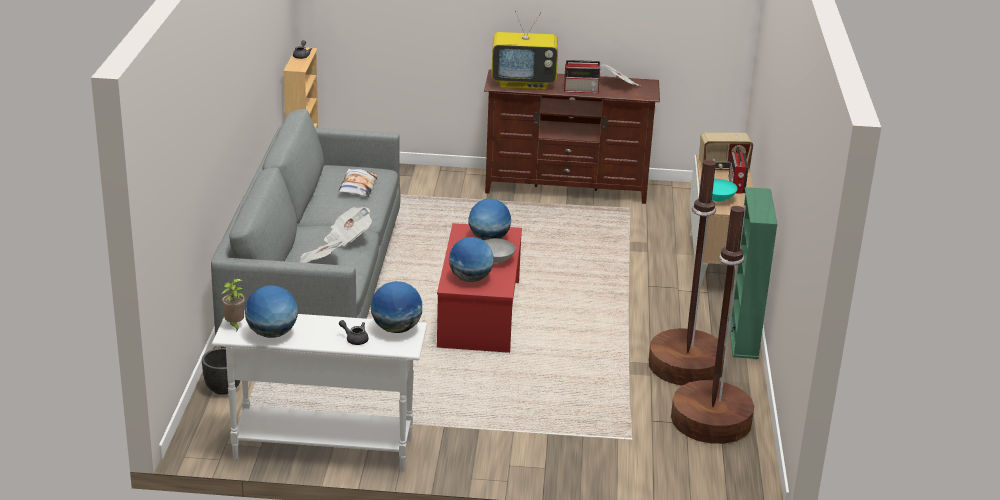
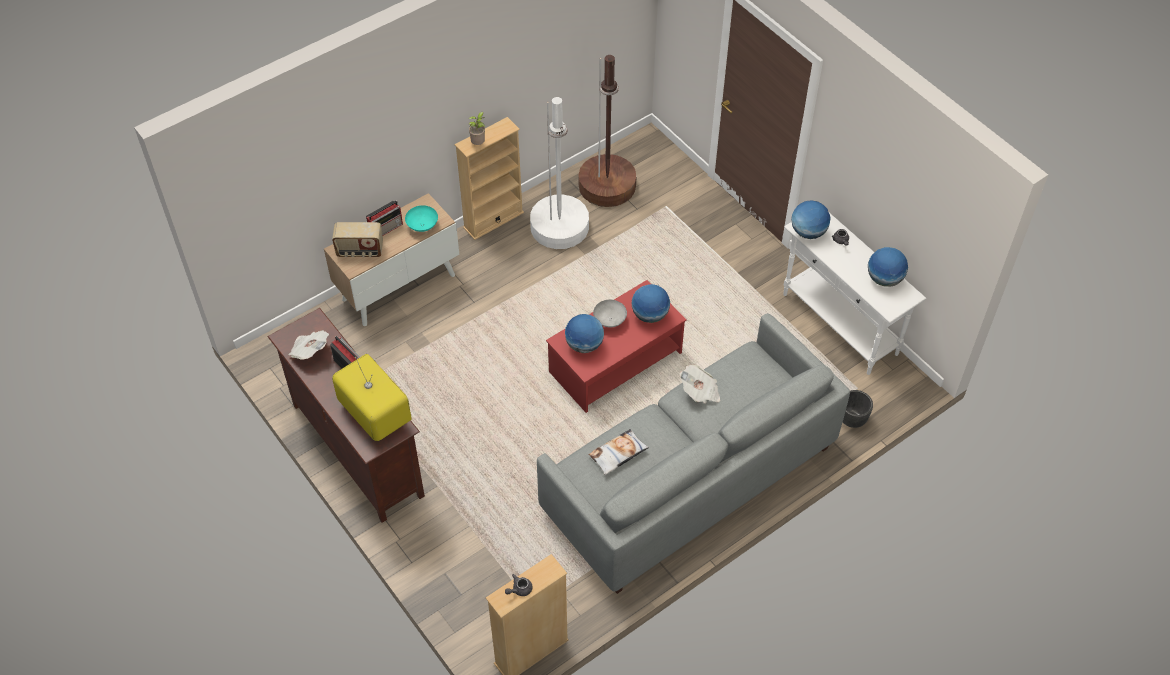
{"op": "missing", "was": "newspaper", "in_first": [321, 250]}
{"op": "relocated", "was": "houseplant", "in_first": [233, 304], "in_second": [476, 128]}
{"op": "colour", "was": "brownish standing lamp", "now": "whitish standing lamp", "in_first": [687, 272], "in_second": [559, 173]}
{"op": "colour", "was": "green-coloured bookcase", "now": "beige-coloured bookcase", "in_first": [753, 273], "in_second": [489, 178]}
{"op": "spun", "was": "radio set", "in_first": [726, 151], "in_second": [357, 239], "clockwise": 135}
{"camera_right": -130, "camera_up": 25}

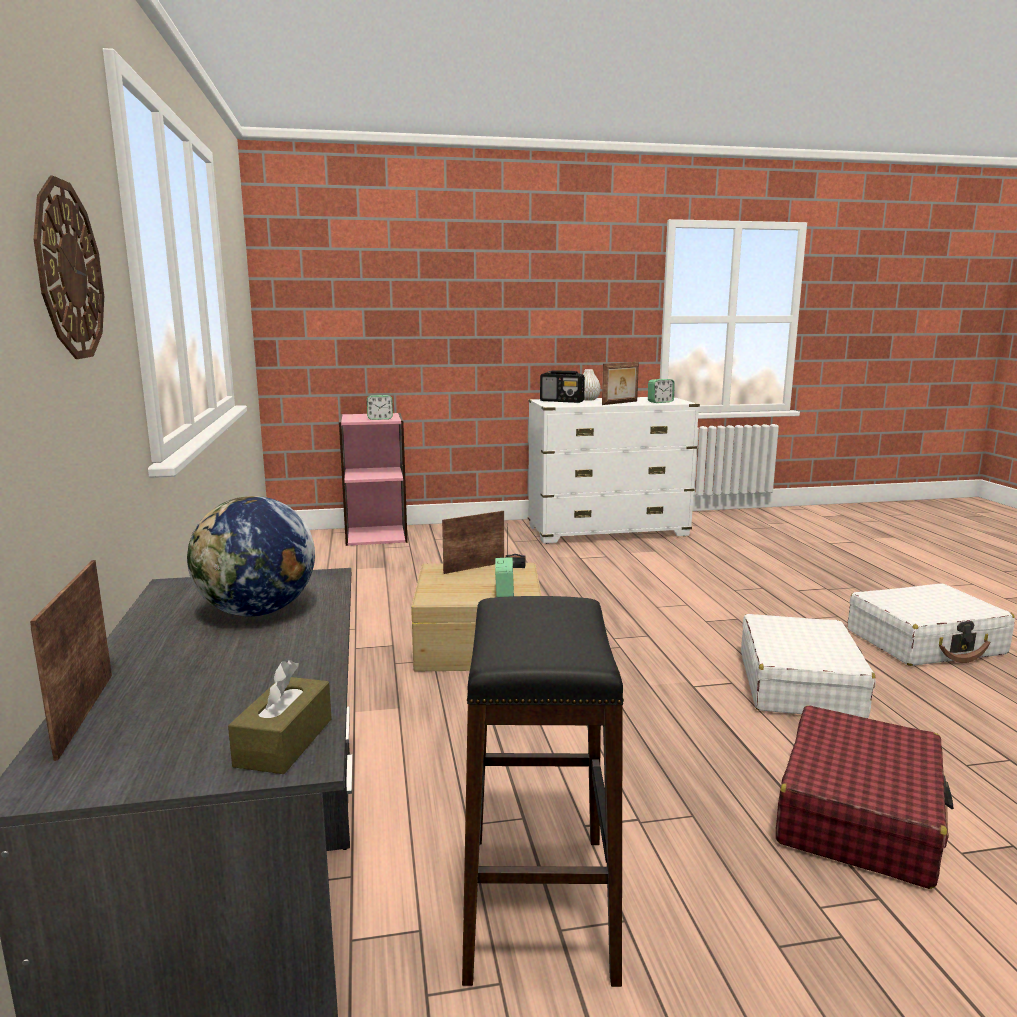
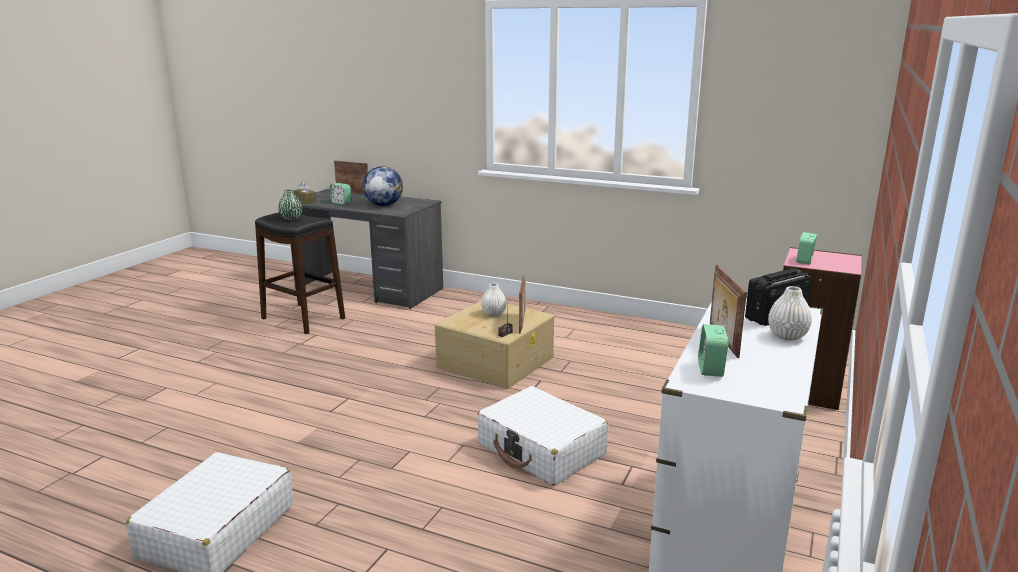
{"op": "missing", "was": "clock on the wall", "in_first": [69, 267]}
{"op": "missing", "was": "reddish piece of luggage", "in_first": [865, 797]}
{"op": "appeared", "now": "green-coloured flower vase", "in_second": [290, 204]}
{"op": "appeared", "now": "whitish flower vase", "in_second": [493, 300]}
{"op": "relocated", "was": "table clock", "in_first": [504, 577], "in_second": [340, 194]}
{"op": "relocated", "was": "whitish piece of luggage", "in_first": [808, 666], "in_second": [542, 436]}
{"camera_right": 125, "camera_up": 5}

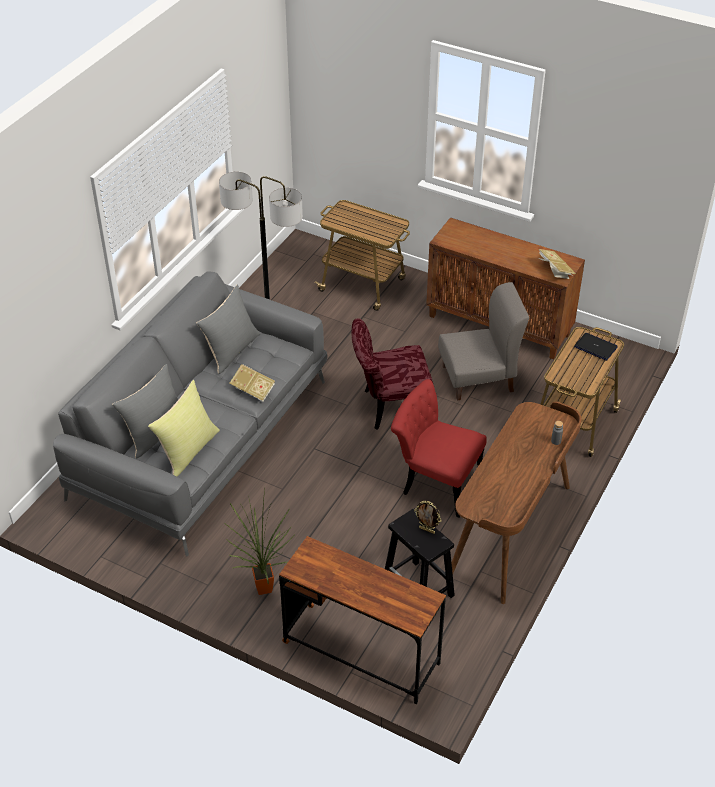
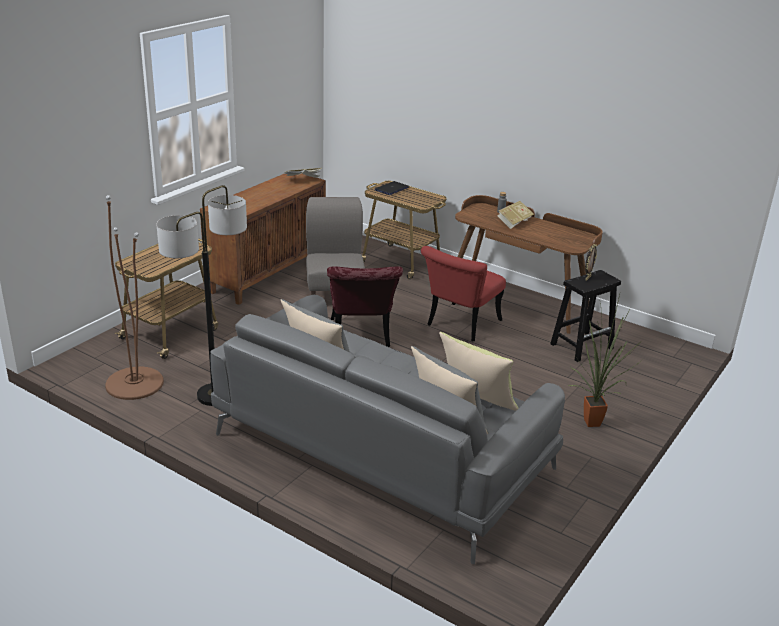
{"op": "missing", "was": "brownish desk table", "in_first": [362, 620]}
{"op": "appeared", "now": "brownish standing lamp", "in_second": [134, 297]}
{"op": "relocated", "was": "bound book", "in_first": [252, 383], "in_second": [515, 215]}
{"camera_right": -85, "camera_up": -15}

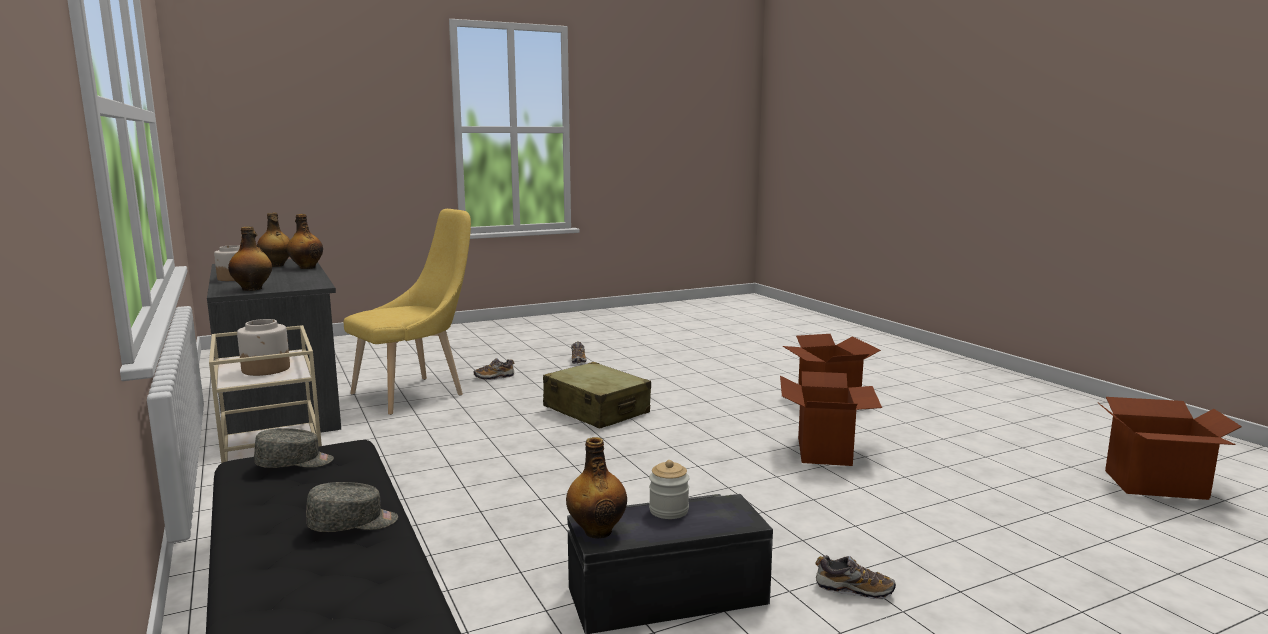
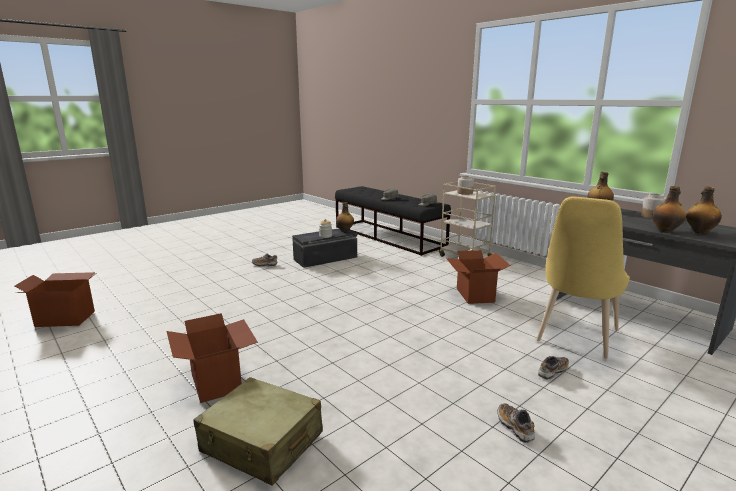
{"op": "relocated", "was": "beige-coloured piece of luggage", "in_first": [597, 395], "in_second": [258, 431]}
{"op": "relocated", "was": "carton", "in_first": [831, 418], "in_second": [478, 277]}
{"camera_right": 165, "camera_up": 5}

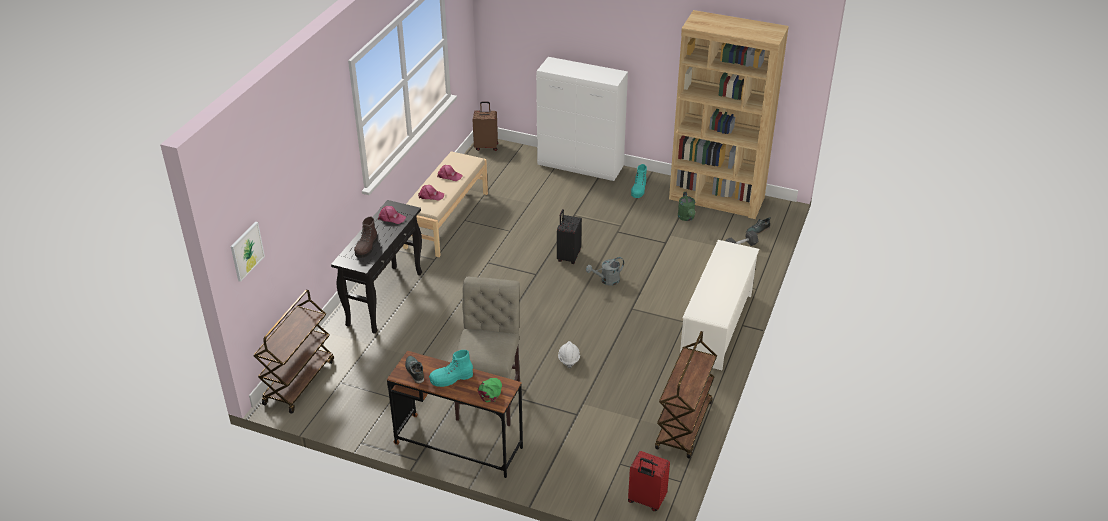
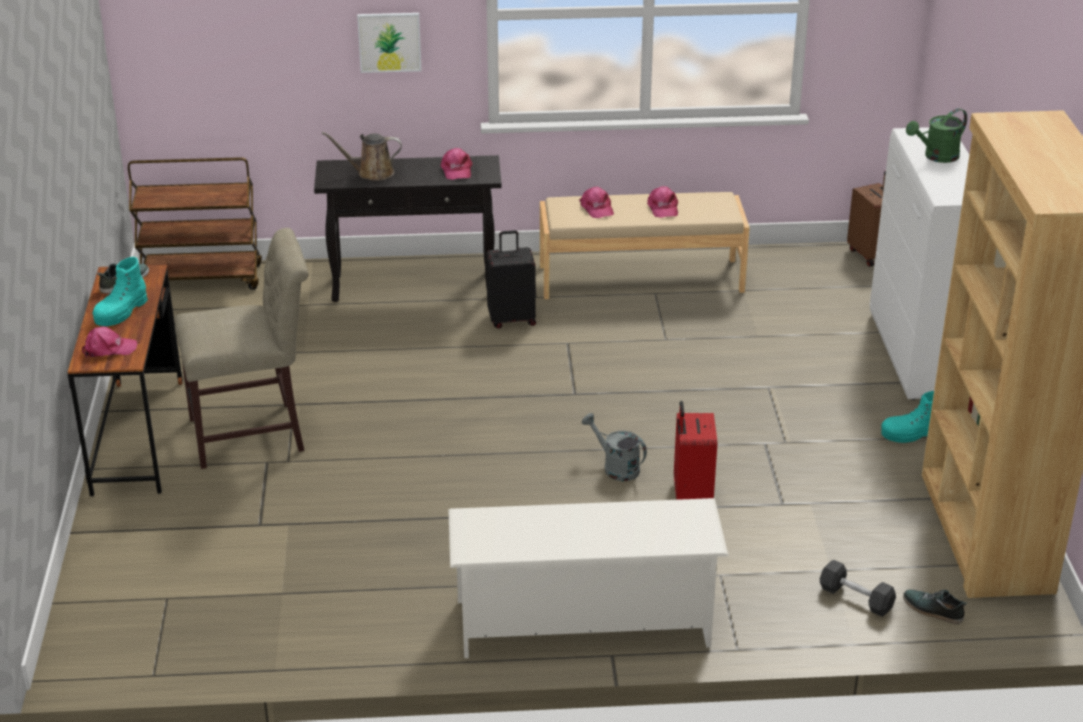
{"op": "missing", "was": "whitish safety helmet", "in_first": [569, 354]}
{"op": "missing", "was": "brownish trolley", "in_first": [686, 395]}
{"op": "relocated", "was": "picture", "in_first": [248, 252], "in_second": [389, 43]}
{"op": "relocated", "was": "black piece of luggage", "in_first": [569, 236], "in_second": [511, 279]}
{"op": "relocated", "was": "reddish piece of luggage", "in_first": [649, 481], "in_second": [695, 450]}
{"op": "relocated", "was": "green-coloured watering can", "in_first": [686, 206], "in_second": [936, 135]}
{"op": "exchanged", "was": "brownish boot", "now": "brownish watering can", "in_first": [366, 237], "in_second": [362, 156]}
{"op": "colour", "was": "green-coloured baseball cap", "now": "pinkish baseball cap", "in_first": [489, 390], "in_second": [109, 342]}
{"op": "spun", "was": "blue-green boot", "in_first": [451, 368], "in_second": [120, 291], "clockwise": -105}
{"camera_right": 65, "camera_up": -5}

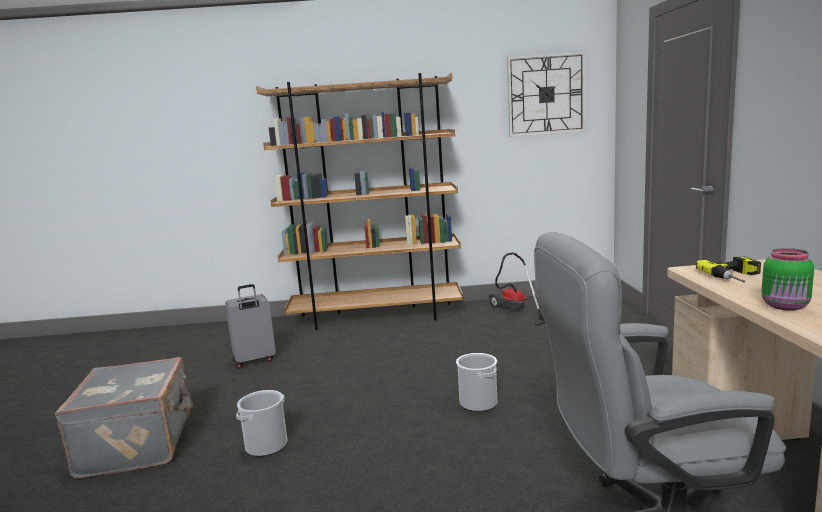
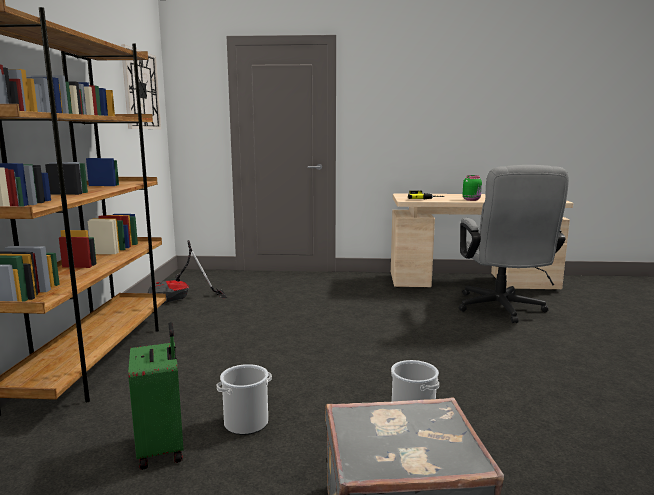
{"op": "relocated", "was": "water bucket", "in_first": [476, 382], "in_second": [244, 399]}
{"op": "colour", "was": "grey piece of luggage", "now": "green-coloured piece of luggage", "in_first": [250, 326], "in_second": [156, 396]}
{"camera_right": -85, "camera_up": 0}

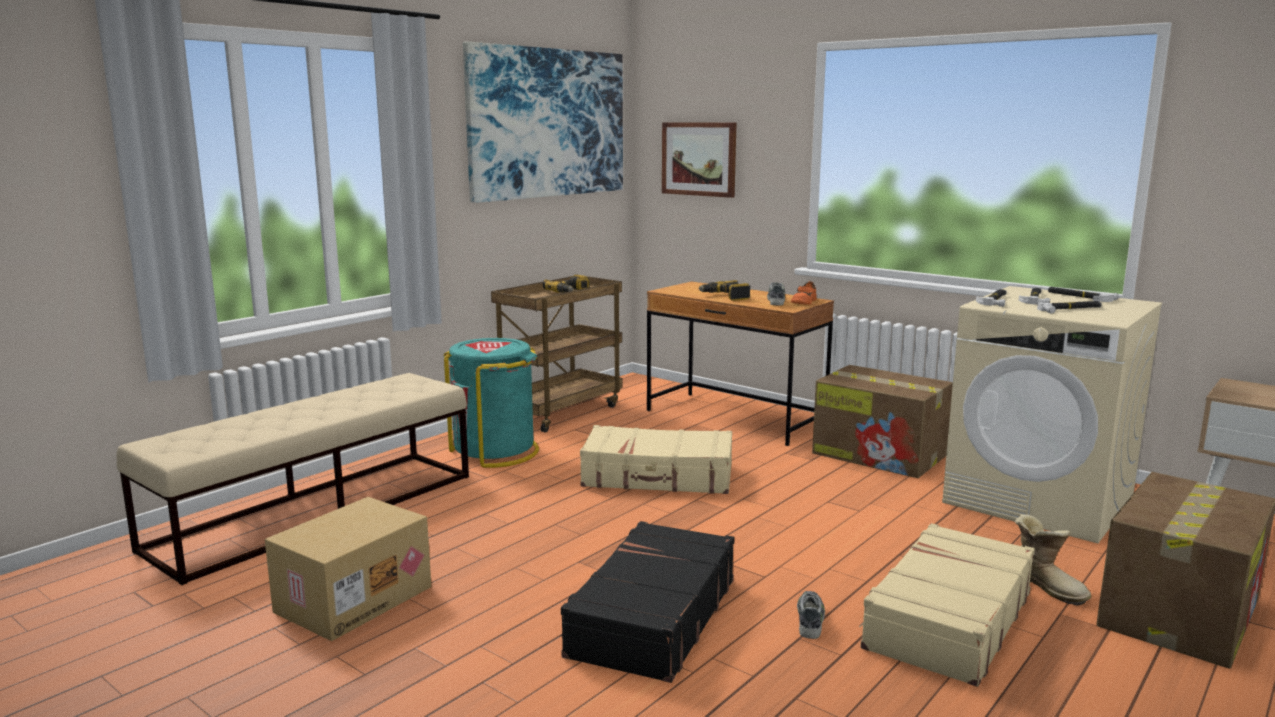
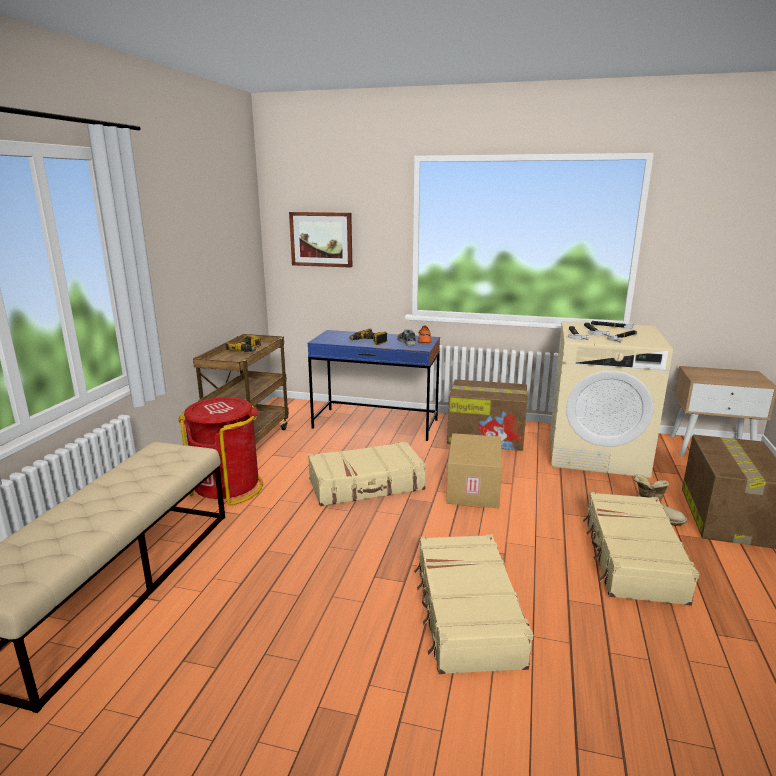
{"op": "missing", "was": "picture", "in_first": [543, 122]}
{"op": "missing", "was": "low shoe", "in_first": [811, 615]}
{"op": "relocated", "was": "carton", "in_first": [348, 569], "in_second": [474, 470]}
{"op": "colour", "was": "blue-green trash can", "now": "reddish trash can", "in_first": [491, 403], "in_second": [221, 451]}
{"op": "colour", "was": "black piece of luggage", "now": "beige-coloured piece of luggage", "in_first": [647, 602], "in_second": [473, 604]}
{"op": "colour", "was": "brownish desk table", "now": "blue-coloured desk table", "in_first": [740, 363], "in_second": [373, 385]}
{"camera_right": -25, "camera_up": 5}

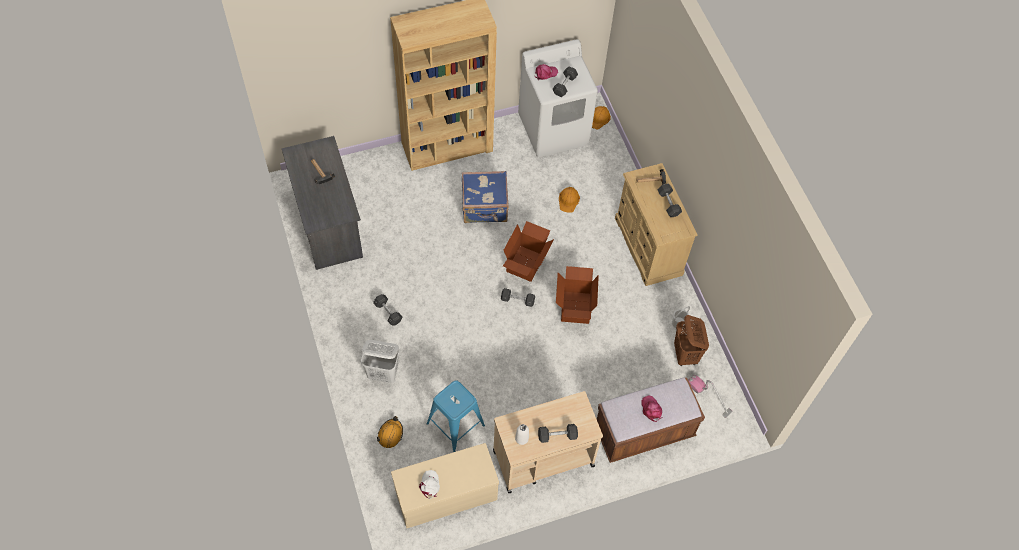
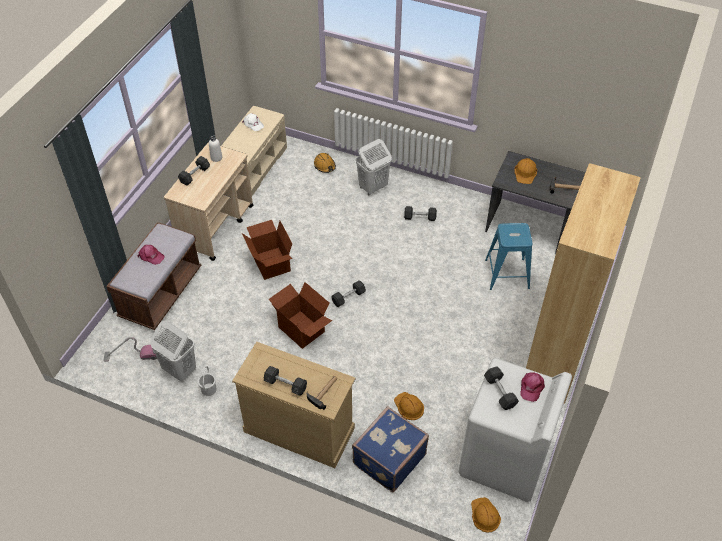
{"op": "appeared", "now": "orange safety helmet", "in_second": [525, 171]}
{"op": "relocated", "was": "blue-coloured sitting stool", "in_first": [455, 416], "in_second": [508, 256]}
{"op": "relocated", "was": "blue-coloured piece of luggage", "in_first": [485, 197], "in_second": [390, 449]}
{"op": "relocated", "was": "carton", "in_first": [528, 251], "in_second": [267, 250]}
{"op": "colour", "was": "brownish washing basket", "now": "whitish washing basket", "in_first": [691, 340], "in_second": [173, 351]}
{"camera_right": 135, "camera_up": -10}

